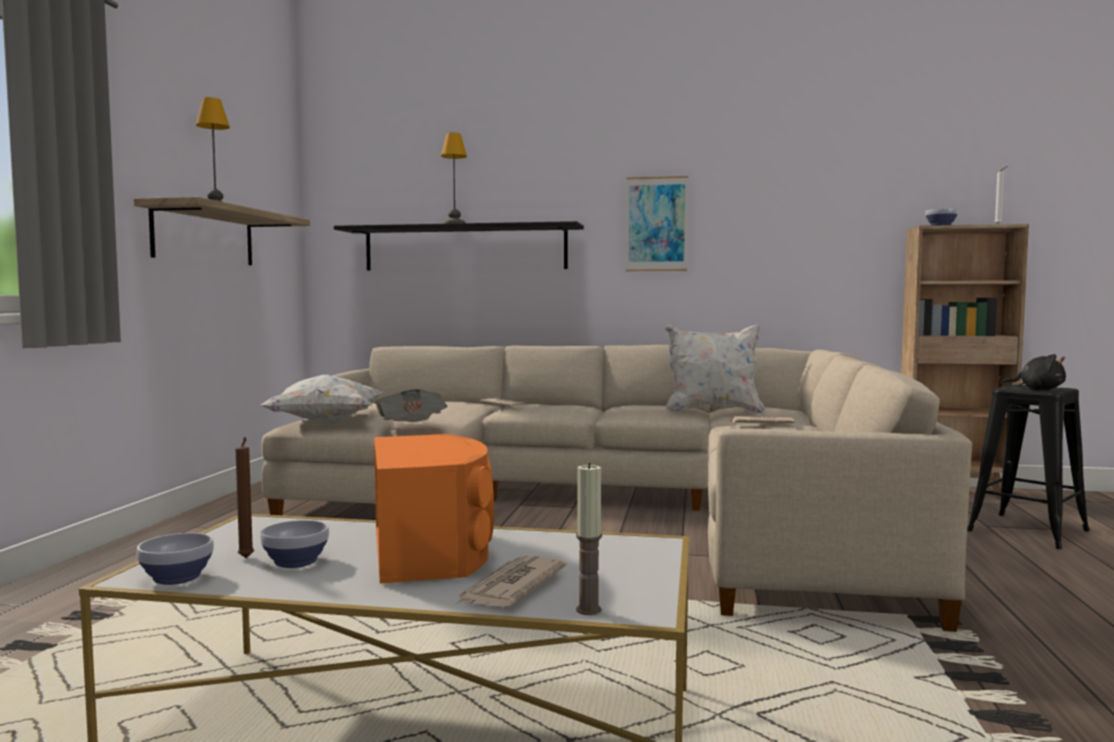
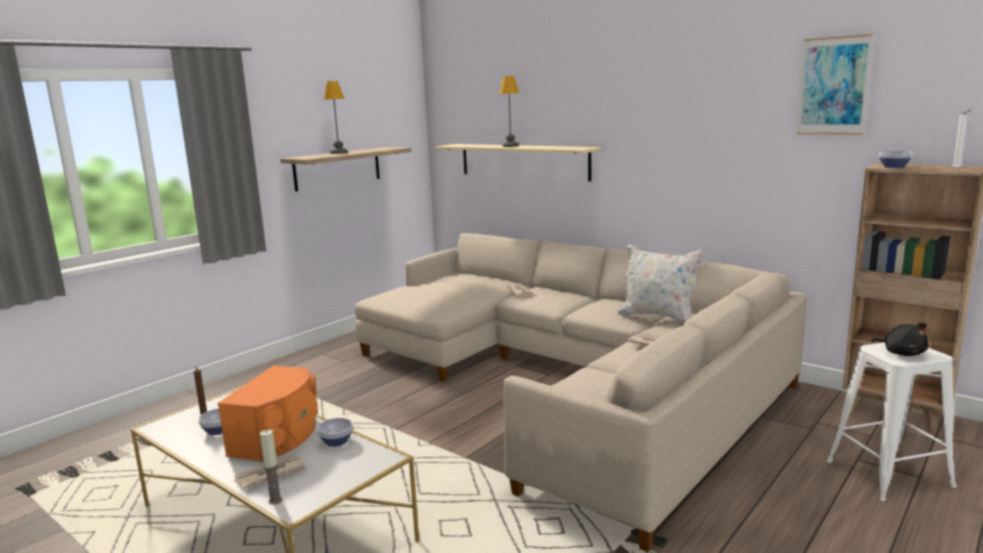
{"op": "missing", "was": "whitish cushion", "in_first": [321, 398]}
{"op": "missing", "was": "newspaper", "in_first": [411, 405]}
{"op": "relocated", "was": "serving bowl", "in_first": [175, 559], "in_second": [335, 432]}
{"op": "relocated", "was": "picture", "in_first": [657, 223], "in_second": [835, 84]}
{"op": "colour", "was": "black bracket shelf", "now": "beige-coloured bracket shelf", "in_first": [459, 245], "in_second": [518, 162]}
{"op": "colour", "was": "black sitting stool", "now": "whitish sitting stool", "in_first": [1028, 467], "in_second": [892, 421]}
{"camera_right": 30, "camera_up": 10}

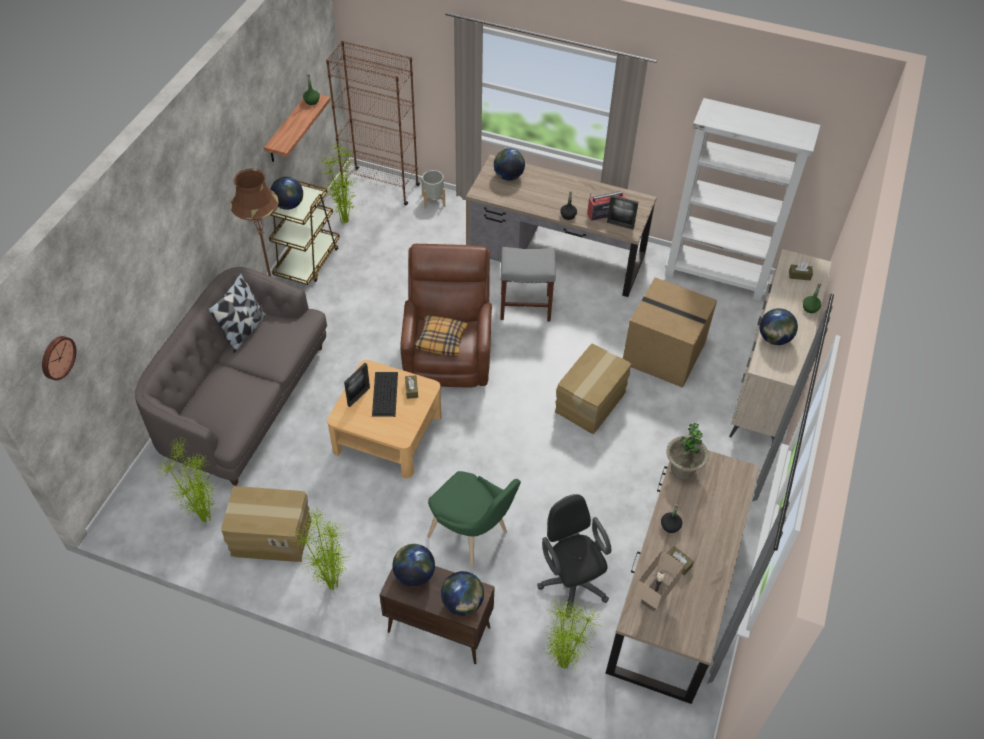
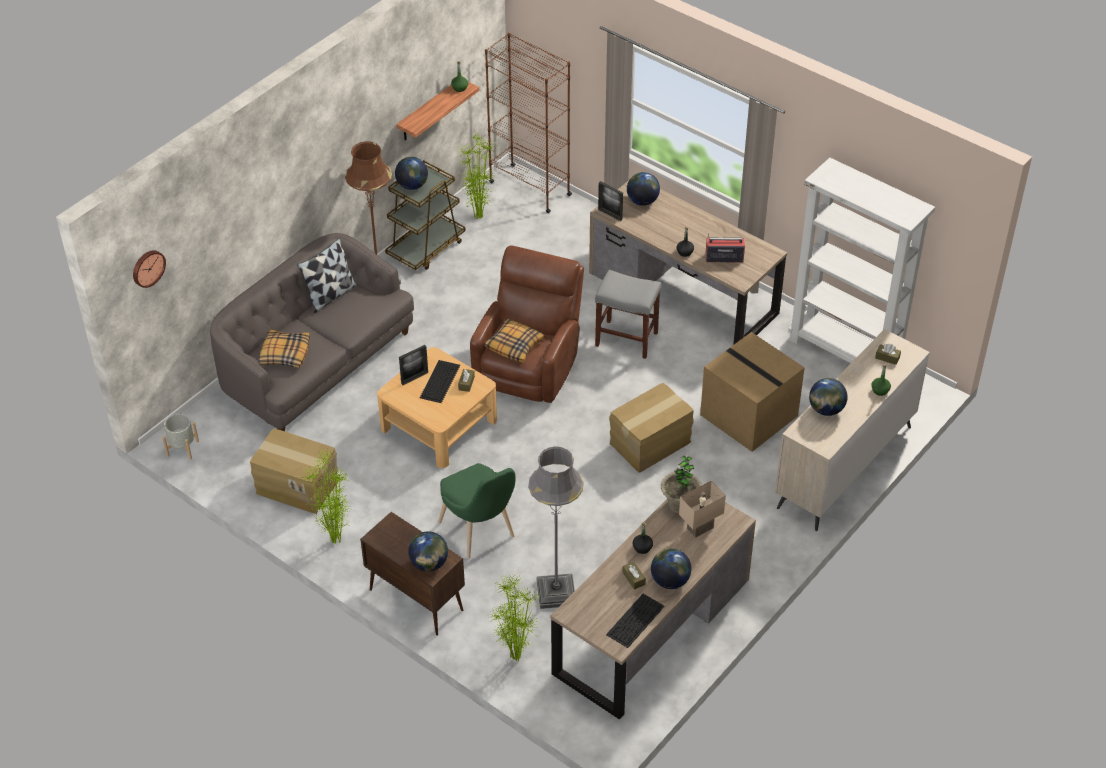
{"op": "missing", "was": "houseplant", "in_first": [186, 480]}
{"op": "appeared", "now": "cushion", "in_second": [284, 349]}
{"op": "appeared", "now": "computer keyboard", "in_second": [635, 621]}
{"op": "relocated", "was": "desk globe", "in_first": [413, 565], "in_second": [671, 568]}
{"op": "relocated", "was": "grey plant pot", "in_first": [433, 189], "in_second": [180, 437]}
{"op": "relocated", "was": "standing frame", "in_first": [622, 212], "in_second": [610, 201]}
{"op": "relocated", "was": "beige-coloured tabletop lamp", "in_first": [660, 581], "in_second": [702, 509]}
{"op": "exchanged", "was": "black desk chair", "now": "grey standing lamp", "in_first": [574, 556], "in_second": [556, 528]}
{"camera_right": 20, "camera_up": -5}

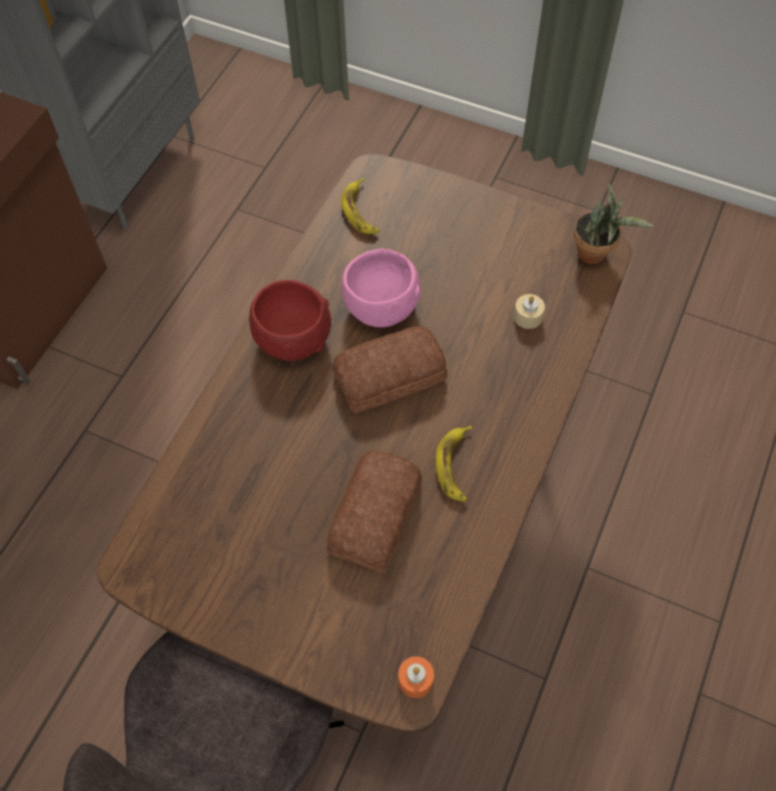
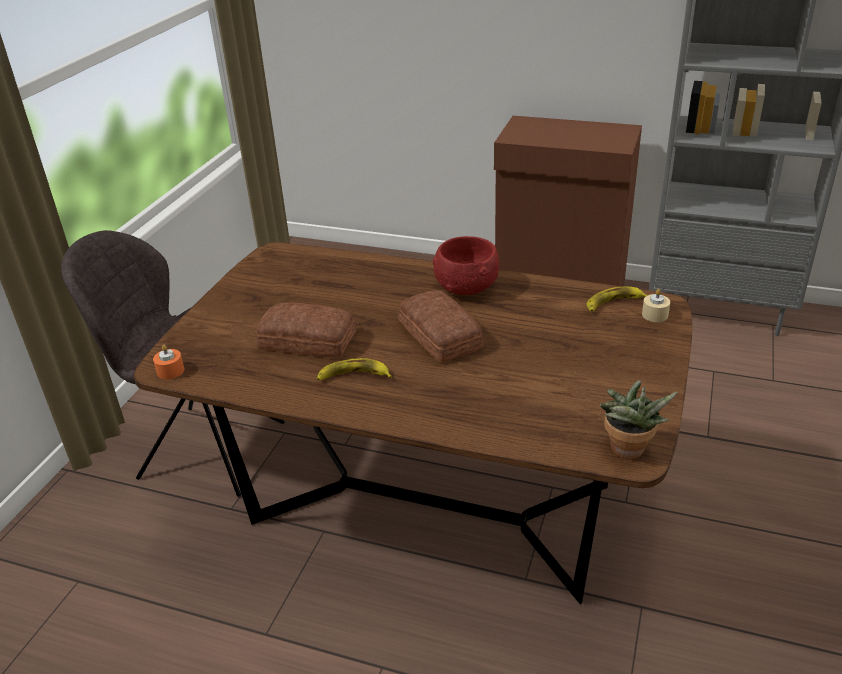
{"op": "missing", "was": "pinkish serving bowl", "in_first": [381, 288]}
{"op": "relocated", "was": "beige-coloured candle", "in_first": [529, 311], "in_second": [656, 305]}
{"camera_right": 85, "camera_up": -25}

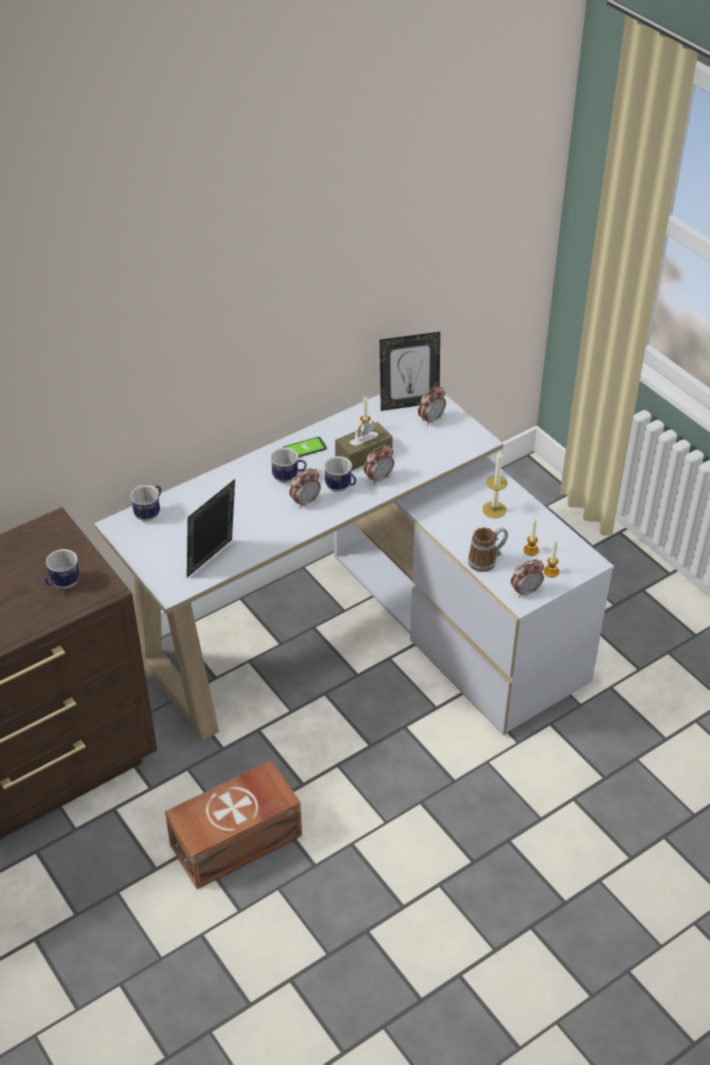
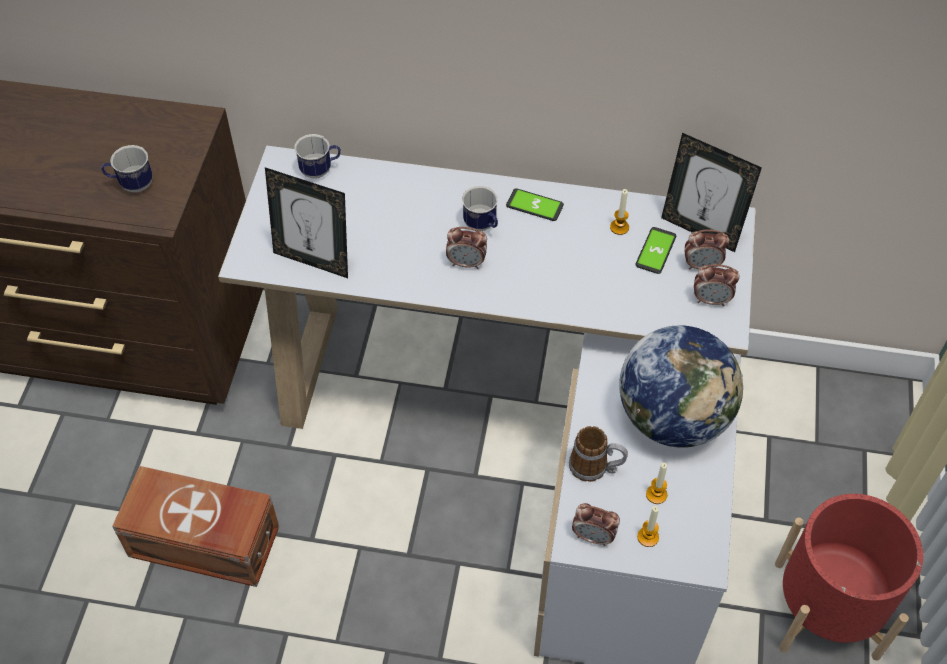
{"op": "missing", "was": "coffee mug", "in_first": [340, 474]}
{"op": "missing", "was": "brownish tissue holder", "in_first": [364, 446]}
{"op": "appeared", "now": "phone", "in_second": [656, 250]}
{"op": "appeared", "now": "reddish plant pot", "in_second": [849, 577]}
{"op": "relocated", "was": "table clock", "in_first": [379, 465], "in_second": [717, 285]}
{"op": "exchanged", "was": "candle", "now": "desk globe", "in_first": [494, 485], "in_second": [681, 386]}
{"op": "spun", "was": "standing frame", "in_first": [211, 528], "in_second": [306, 222], "clockwise": -150}
{"camera_right": 45, "camera_up": 10}

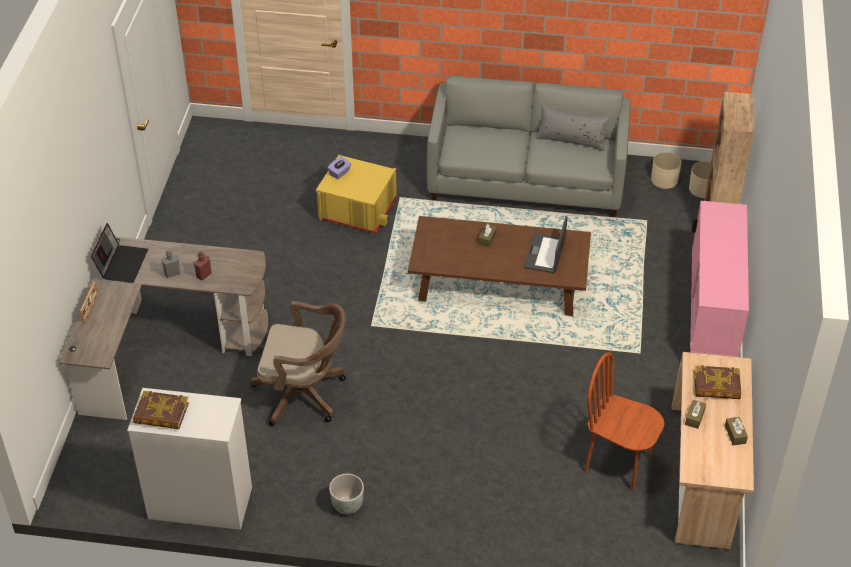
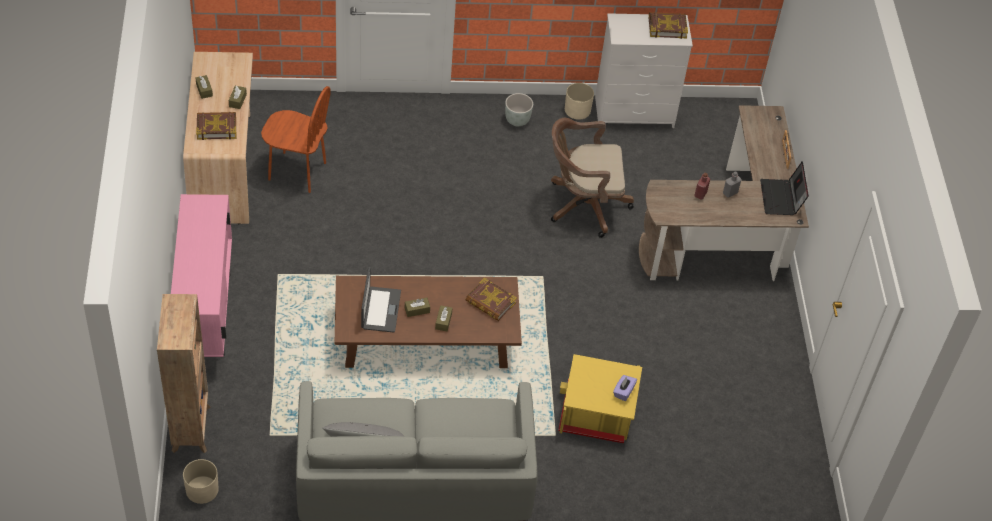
{"op": "appeared", "now": "brownish tissue holder", "in_second": [417, 307]}
{"op": "appeared", "now": "bound book", "in_second": [491, 299]}
{"op": "relocated", "was": "beige-coloured plant pot", "in_first": [666, 170], "in_second": [579, 101]}
{"camera_right": 165, "camera_up": 5}

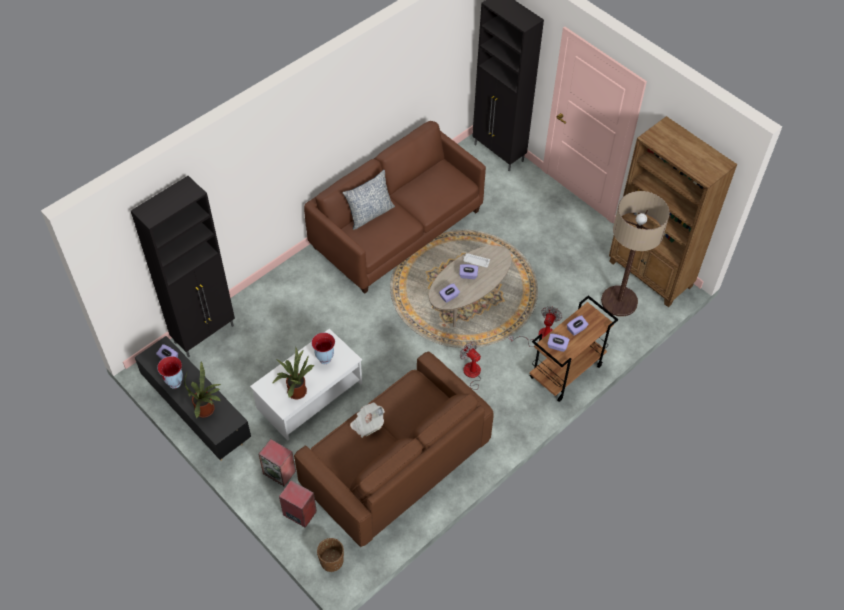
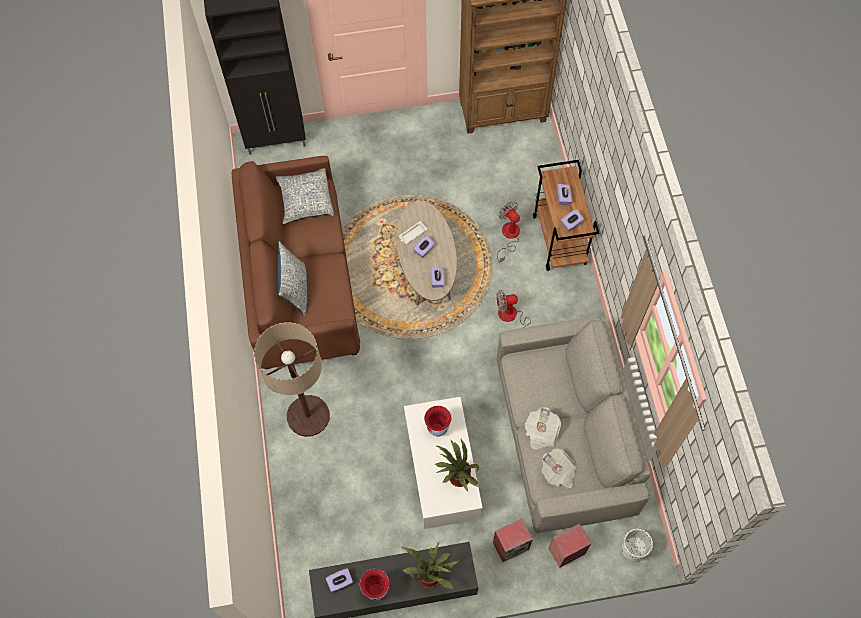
{"op": "missing", "was": "black cabinet", "in_first": [183, 266]}
{"op": "appeared", "now": "cushion", "in_second": [305, 196]}
{"op": "appeared", "now": "newspaper", "in_second": [559, 468]}
{"op": "relocated", "was": "standing lamp", "in_first": [635, 254], "in_second": [292, 379]}
{"op": "colour", "was": "brownish sofa", "now": "grey sofa", "in_first": [394, 449], "in_second": [574, 425]}
{"op": "colour", "was": "brownish plant pot", "now": "whitish plant pot", "in_first": [330, 555], "in_second": [637, 545]}
{"camera_right": -55, "camera_up": 10}

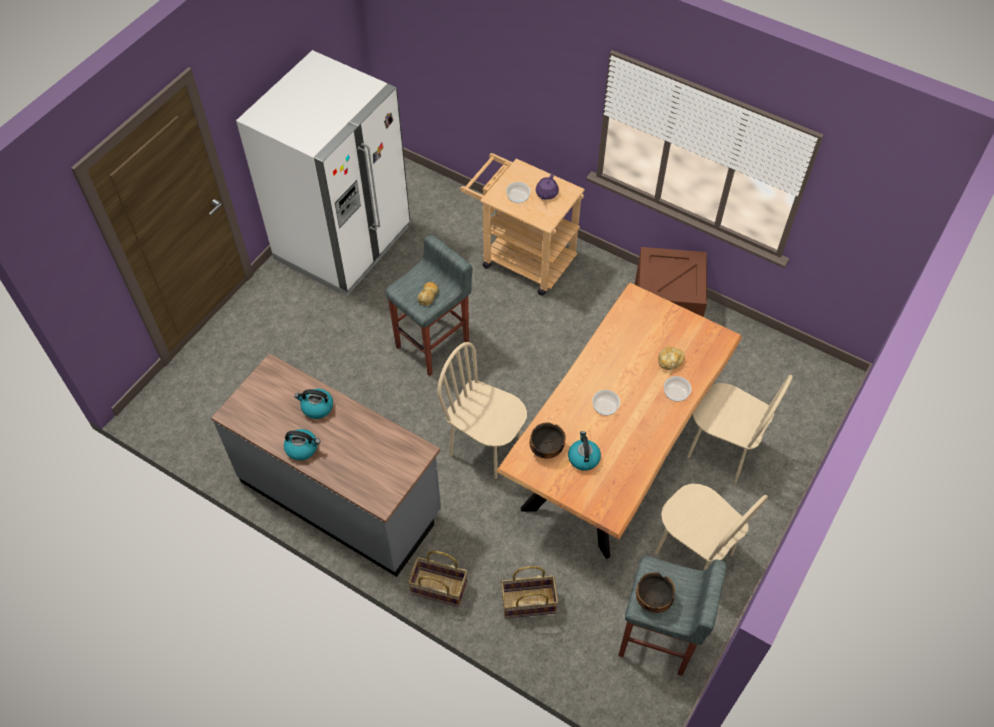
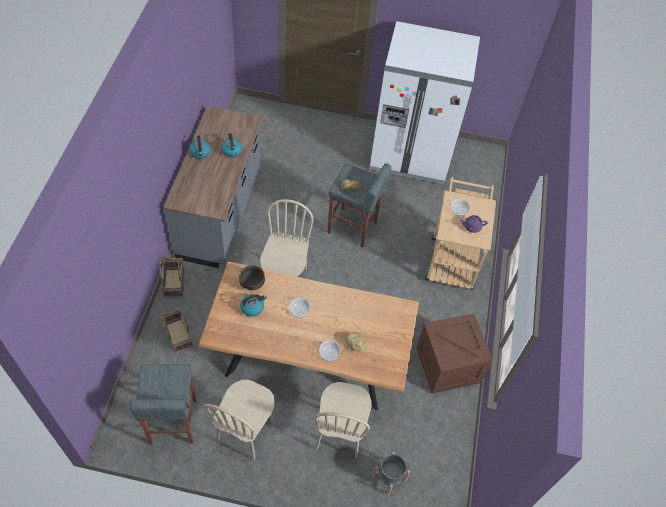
{"op": "missing", "was": "serving bowl", "in_first": [655, 592]}
{"op": "appeared", "now": "grey plant pot", "in_second": [391, 473]}
{"camera_right": 65, "camera_up": 0}

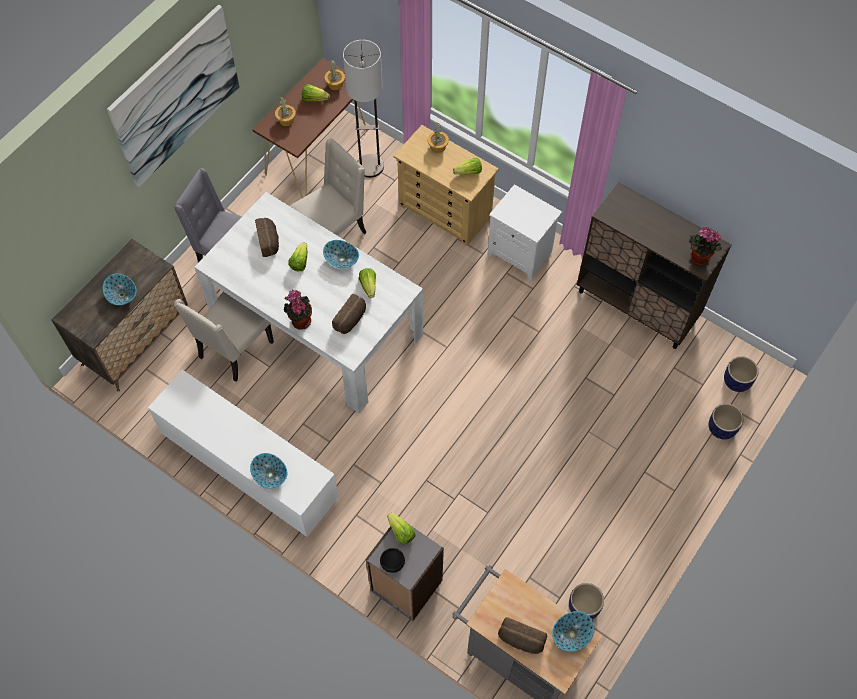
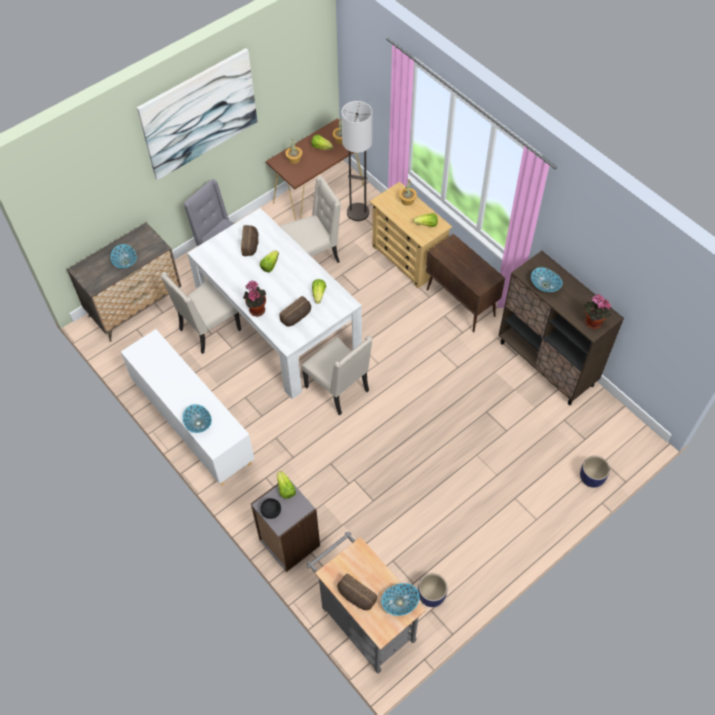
{"op": "missing", "was": "plant pot", "in_first": [741, 374]}
{"op": "appeared", "now": "beige-coloured plain chair", "in_second": [337, 375]}
{"op": "relocated", "was": "serving bowl", "in_first": [341, 254], "in_second": [547, 279]}
{"op": "exchanged", "was": "whitish night table", "now": "brownish cabinet", "in_first": [525, 232], "in_second": [465, 283]}
{"camera_right": 15, "camera_up": -5}

